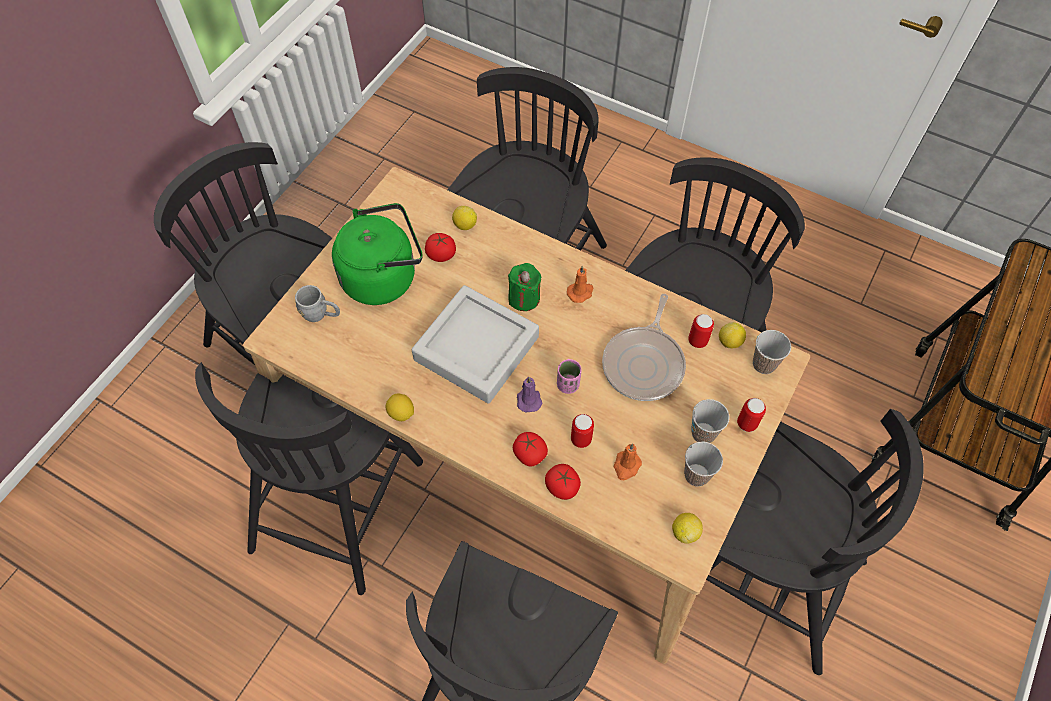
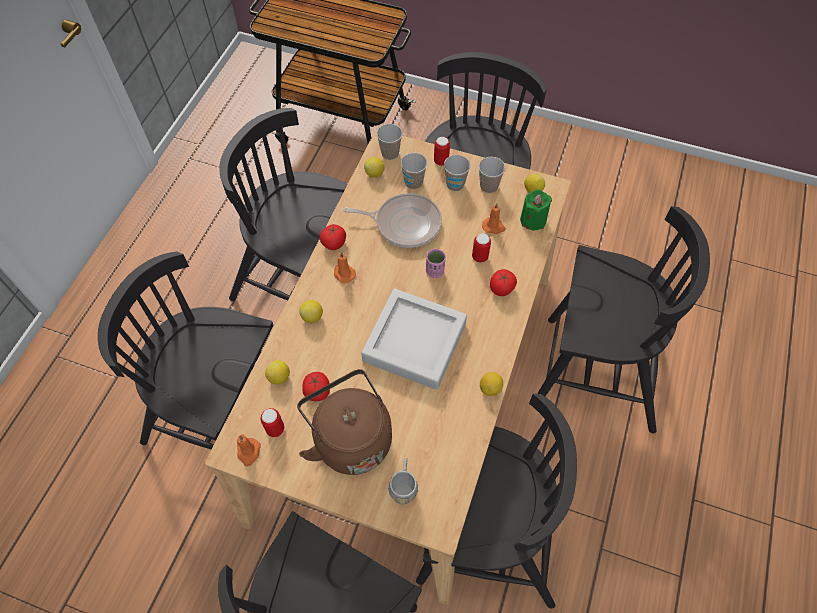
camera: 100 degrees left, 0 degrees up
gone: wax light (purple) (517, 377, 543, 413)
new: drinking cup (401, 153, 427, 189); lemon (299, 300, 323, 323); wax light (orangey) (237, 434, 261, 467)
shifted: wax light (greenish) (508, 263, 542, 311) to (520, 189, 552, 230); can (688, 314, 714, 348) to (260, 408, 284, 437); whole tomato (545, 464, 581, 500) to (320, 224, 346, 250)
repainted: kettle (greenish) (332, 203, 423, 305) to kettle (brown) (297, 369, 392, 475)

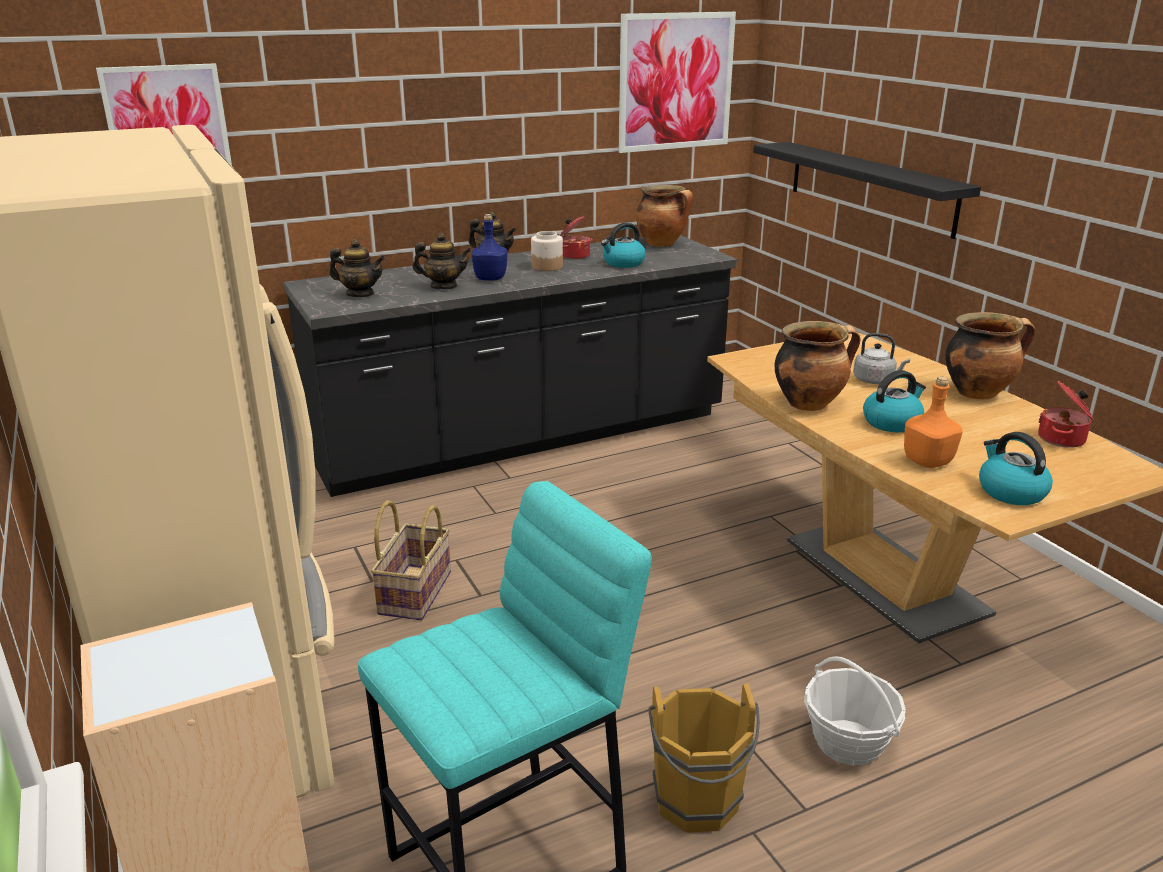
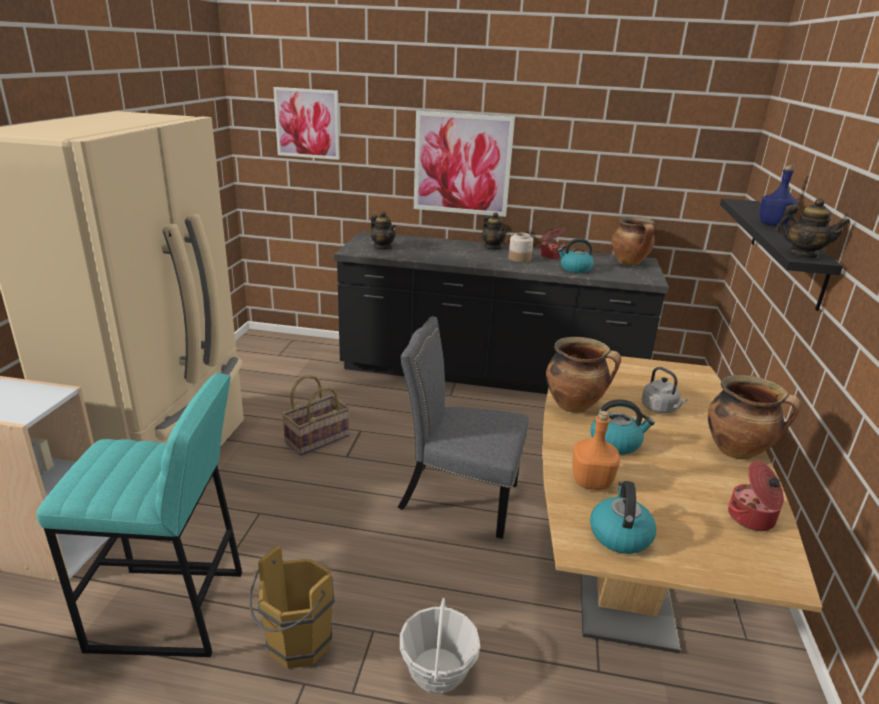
camera: 35 degrees right, 0 degrees up
new: plain chair (gray) (397, 316, 528, 539)
shifted: wall picture (619, 12, 736, 153) to (414, 111, 515, 217); beverage bottle (blue-coloured) (472, 214, 507, 281) to (760, 165, 799, 226); tea pot (413, 233, 471, 289) to (775, 198, 850, 258)

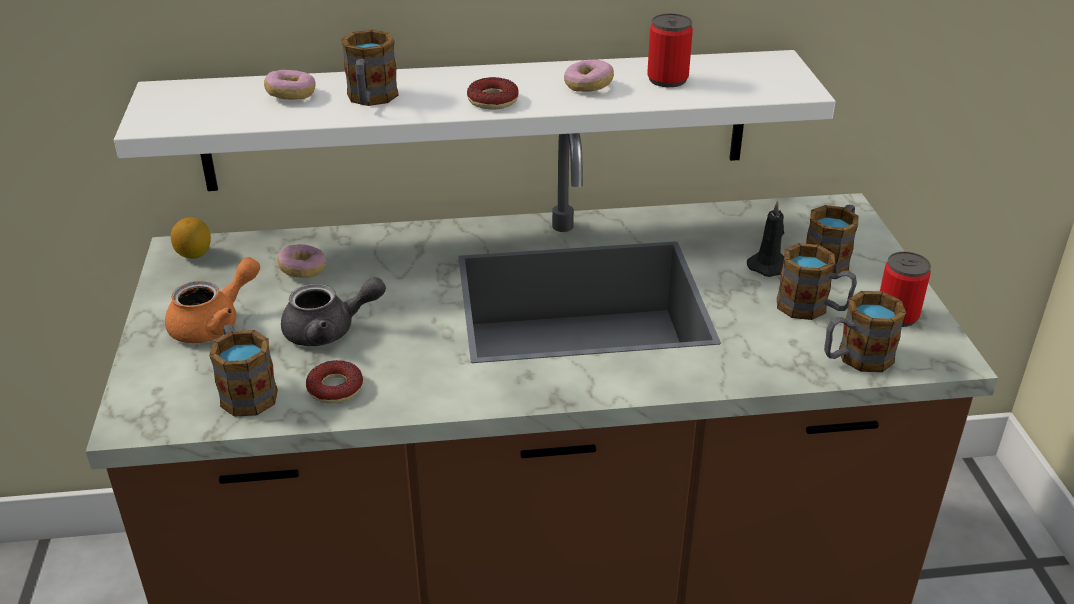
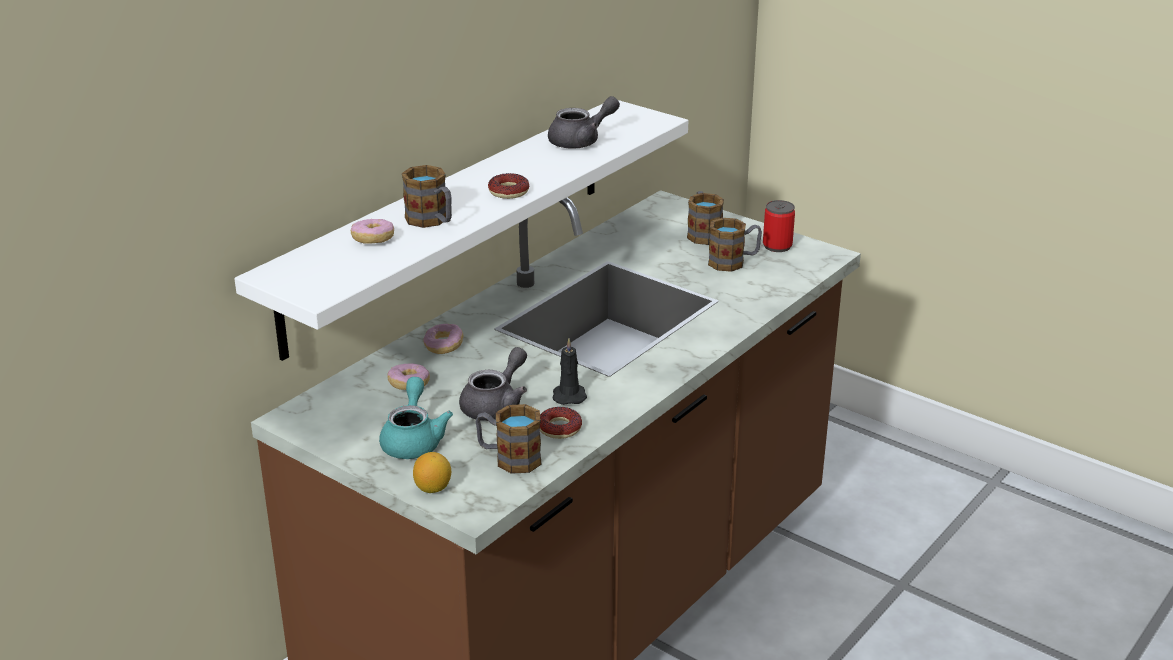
camera: 45 degrees left, 5 degrees down
gone: tea mug (824, 291, 906, 372)
shifted: ring doughnut (564, 59, 614, 92) to (423, 324, 463, 354); wax light (black) (747, 200, 784, 277) to (553, 338, 587, 405); lemon (171, 217, 211, 259) to (413, 452, 451, 493)
swapped: can (647, 14, 693, 87) to tea pot (gray) (548, 96, 620, 149)
repainted: tea pot (orangey) (165, 257, 260, 343) to tea pot (blue-green) (379, 377, 453, 459)

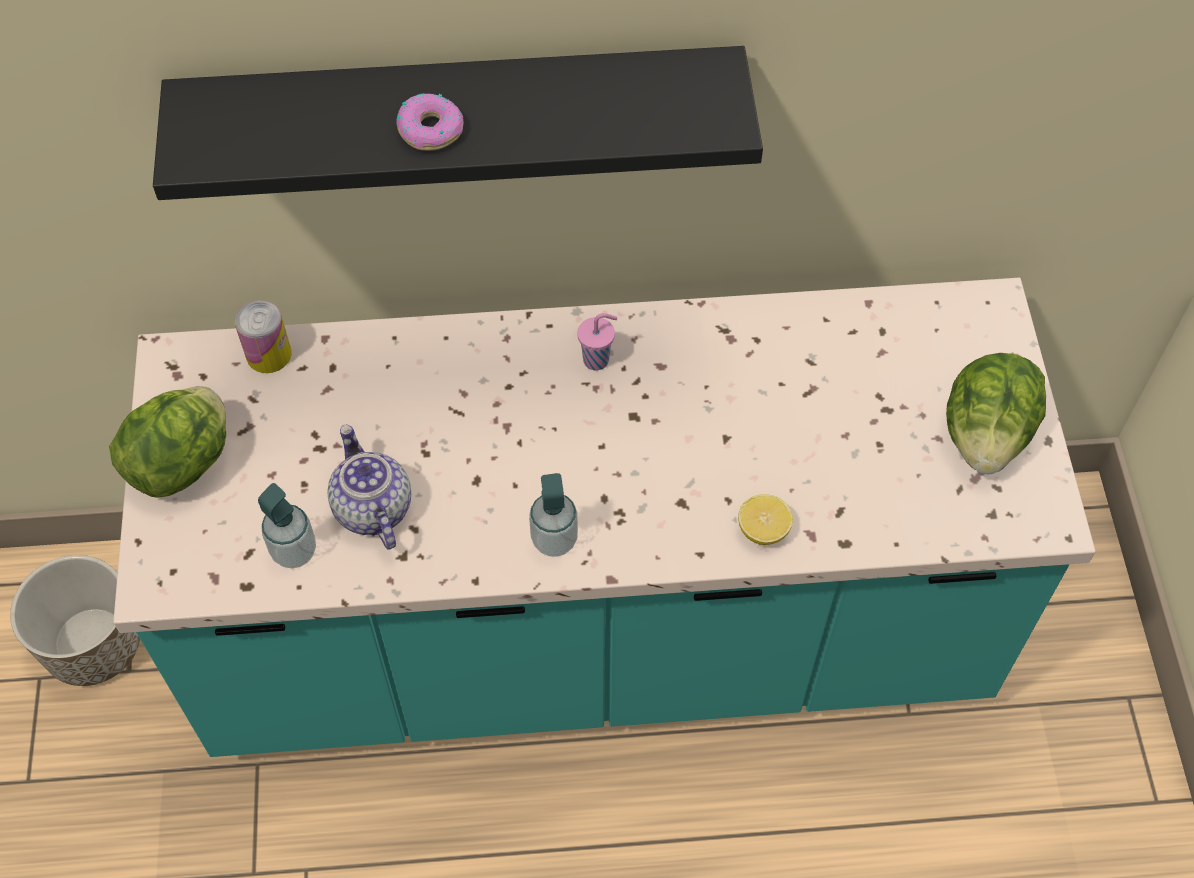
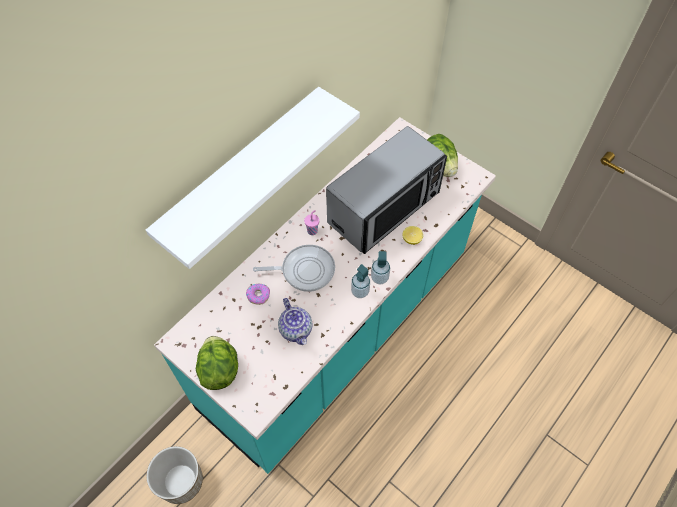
camera: 45 degrees left, 0 degrees up
gone: can (235, 300, 292, 373)
new: microwave oven (326, 126, 447, 254); skillet (253, 245, 335, 292)
shifted: ring doughnut (396, 94, 464, 151) to (246, 284, 270, 305); soap bottle (258, 483, 316, 568) to (371, 251, 390, 284)
repainted: bracket shelf (black) (153, 46, 763, 200) to bracket shelf (white-coloured) (146, 87, 360, 269)
rotated: tea pot (328, 424, 411, 550) = (278, 298, 313, 345) 135 degrees counterclockwise

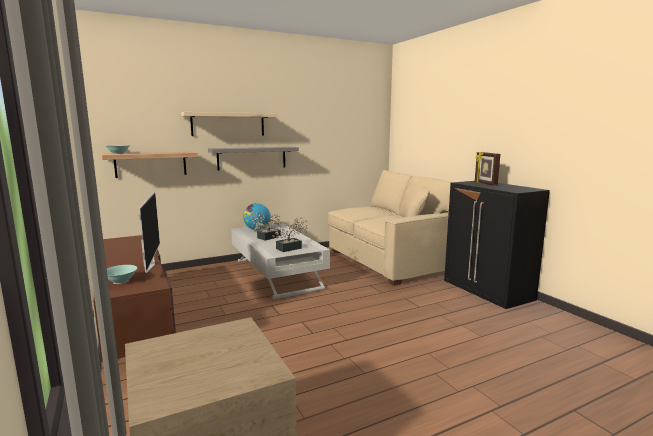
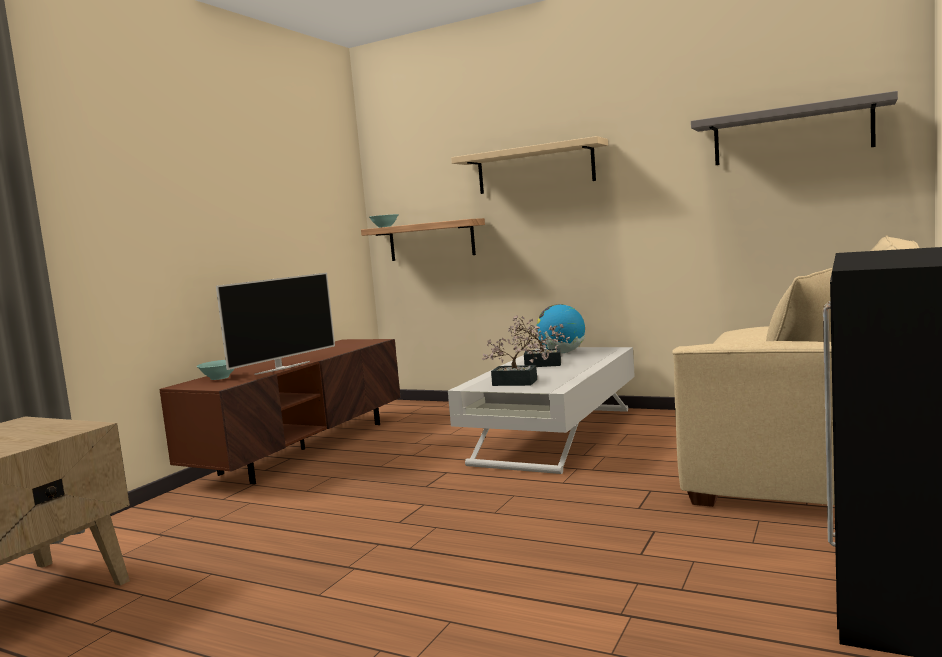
camera: 55 degrees right, 5 degrees down
gone: picture frame (475, 151, 500, 185)
shifted: bracket shelf (gray) (208, 147, 299, 170) to (691, 91, 898, 165)

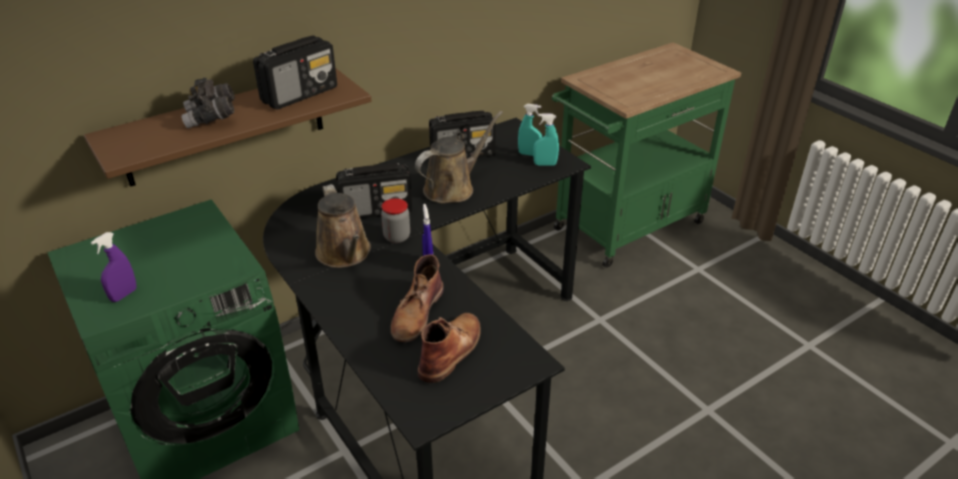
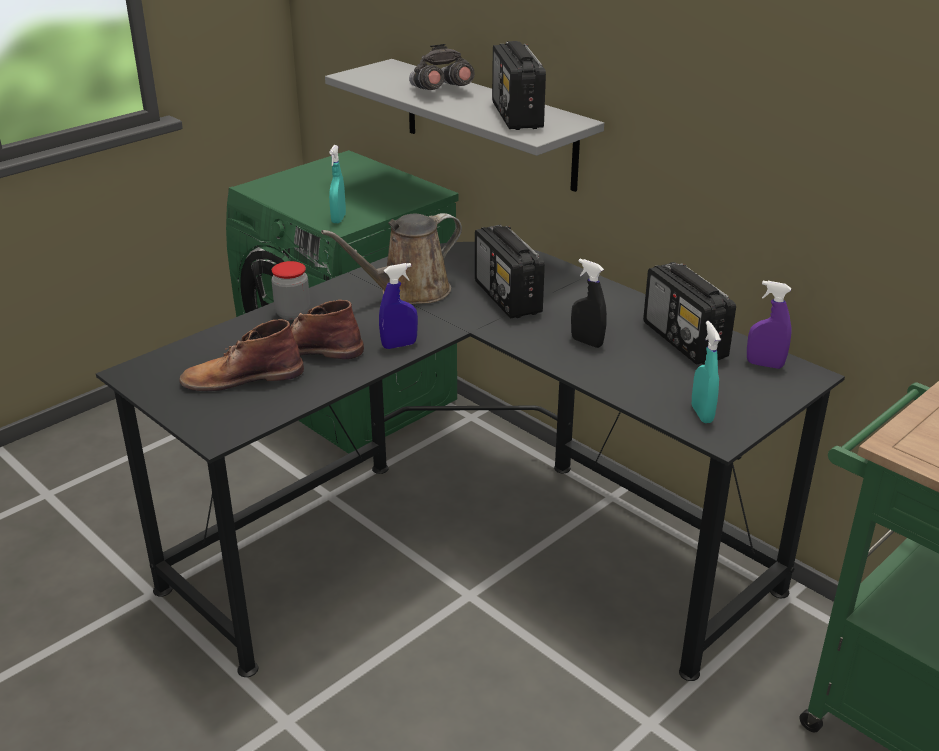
camera: 80 degrees right, 5 degrees down
shifted: hand sprayer (blue-green) (518, 104, 542, 156) to (329, 145, 346, 223); jar (381, 198, 410, 243) to (271, 261, 310, 320); hand sprayer (purple) (91, 232, 137, 302) to (747, 281, 791, 369)
swapped: watering can (brown) (415, 111, 503, 203) to hand sprayer (black) (571, 259, 607, 348)
repainted: bracket shelf (brown) (84, 68, 372, 187) to bracket shelf (gray) (325, 59, 604, 192)
rotated: radio receiver (253, 35, 337, 110) = (492, 41, 546, 130) 45 degrees clockwise; high-top boot (brown) (418, 313, 481, 383) = (179, 319, 304, 391) 150 degrees clockwise

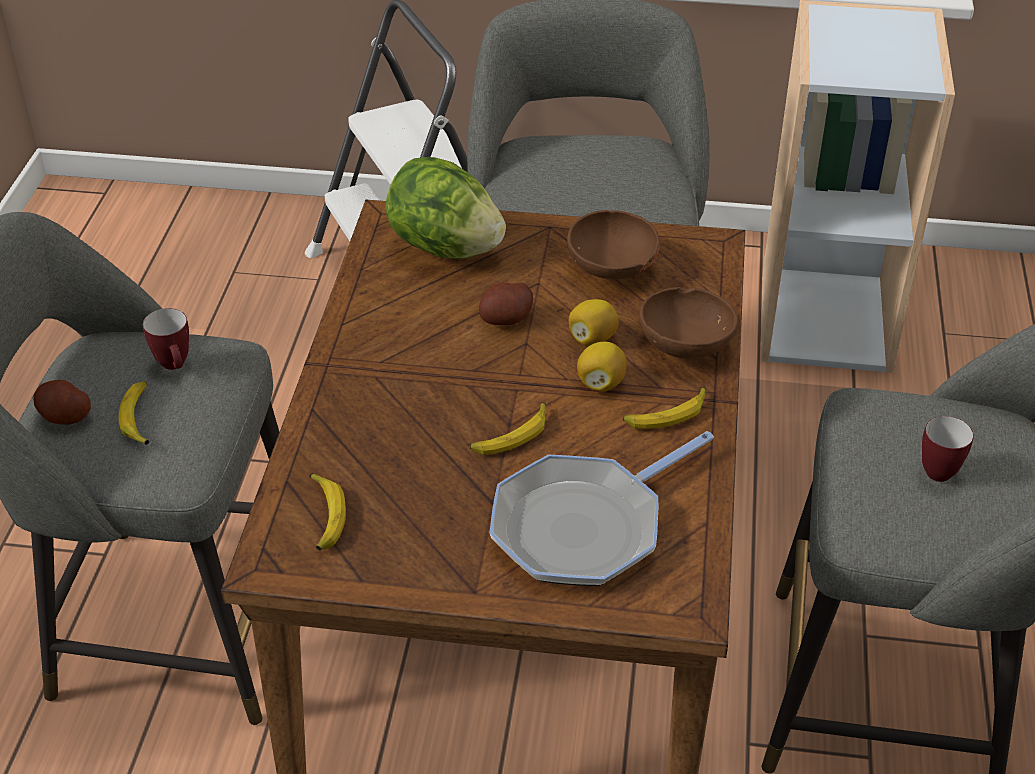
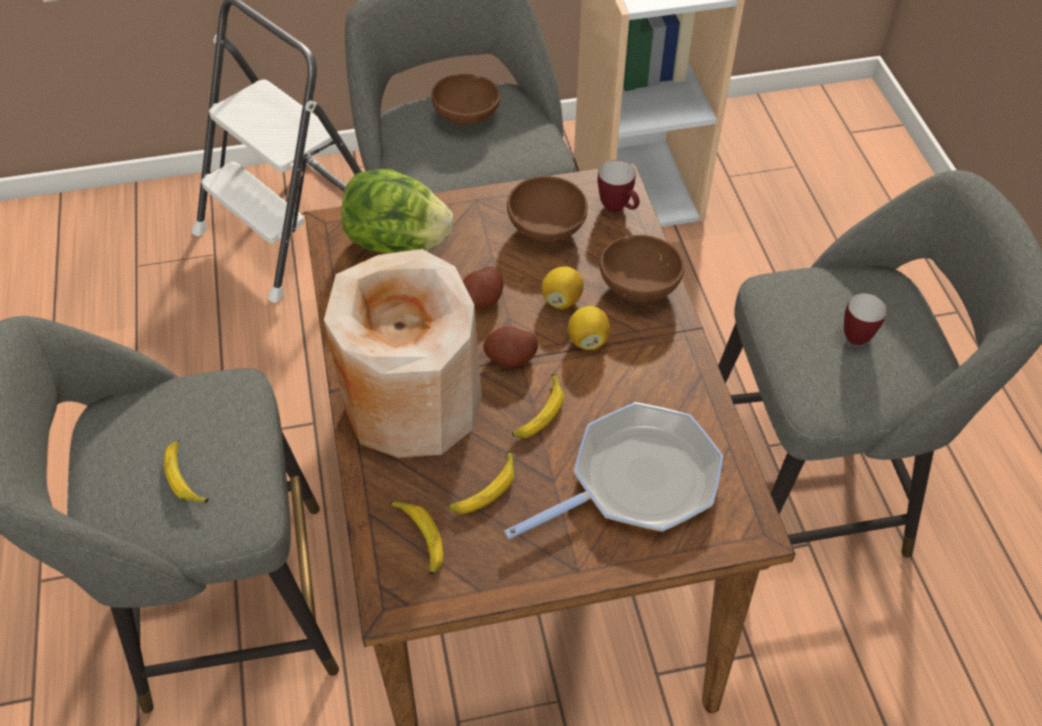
camera: 20 degrees left, 10 degrees up
new: serving bowl (brown) (432, 74, 500, 125); decorative vase (beige-coloured) (324, 249, 482, 459)
shifted: tea mug (143, 308, 189, 370) to (598, 160, 640, 212); spud (33, 380, 91, 425) to (483, 326, 538, 367); banana (623, 387, 706, 429) to (449, 451, 514, 514)
rotated: skillet (490, 431, 714, 586) = (504, 402, 723, 539) 150 degrees counterclockwise

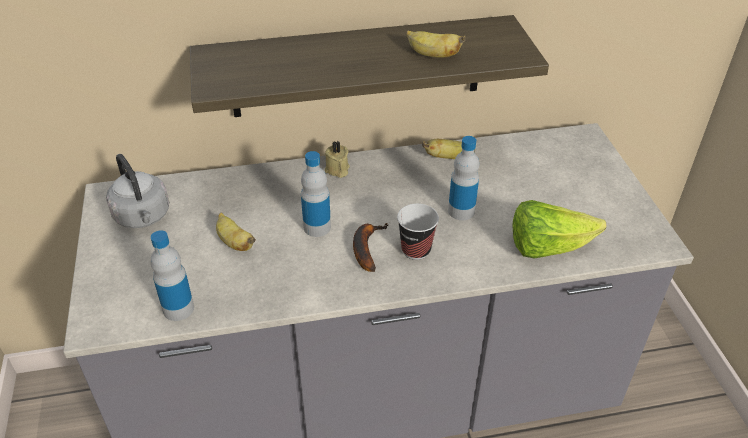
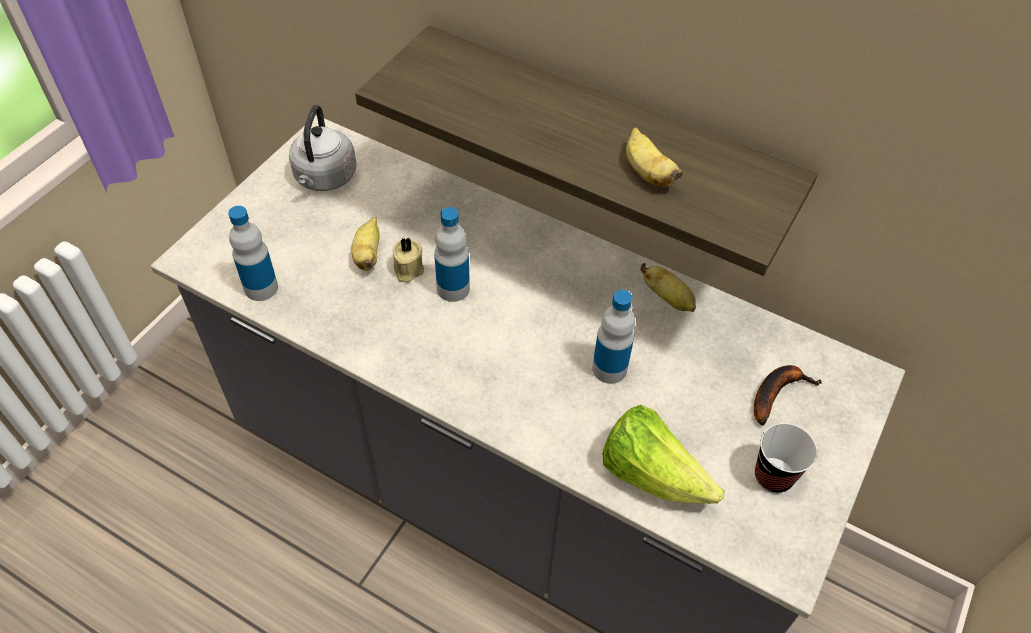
camera: 40 degrees right, 10 degrees up
shifted: wax light (beige-coloured) (325, 141, 350, 178) to (393, 237, 424, 283); drinking cup (397, 204, 439, 260) to (755, 423, 817, 493); banana (353, 223, 388, 272) to (754, 365, 822, 426)

